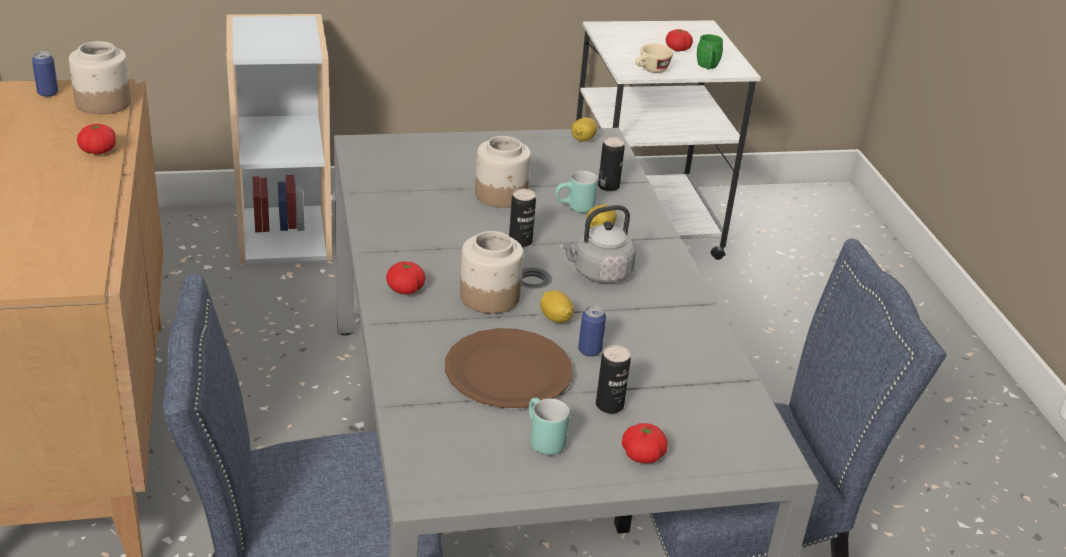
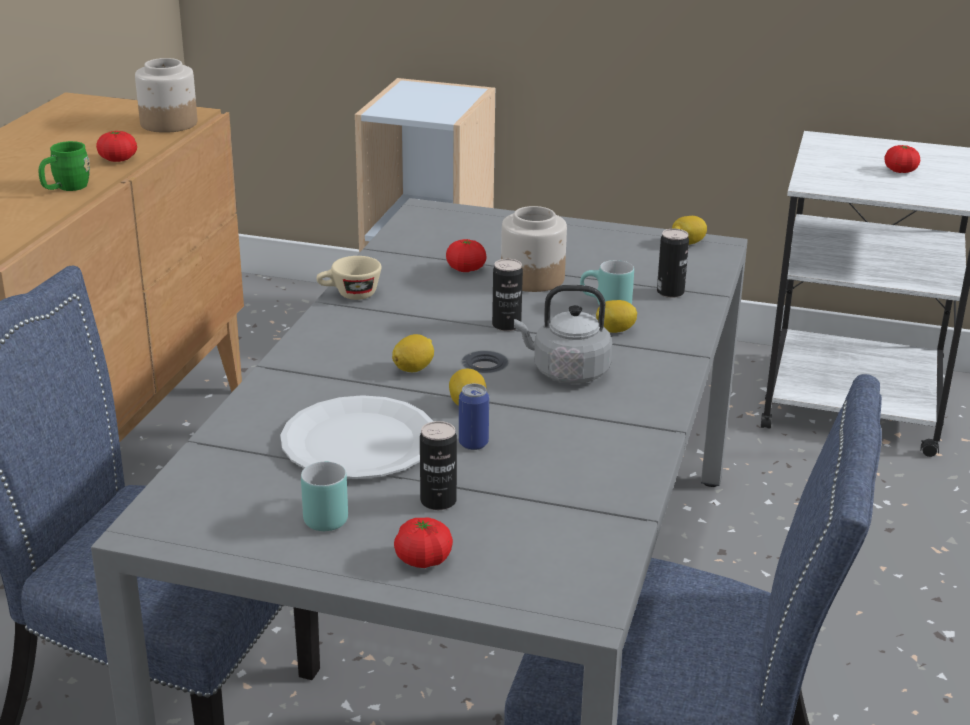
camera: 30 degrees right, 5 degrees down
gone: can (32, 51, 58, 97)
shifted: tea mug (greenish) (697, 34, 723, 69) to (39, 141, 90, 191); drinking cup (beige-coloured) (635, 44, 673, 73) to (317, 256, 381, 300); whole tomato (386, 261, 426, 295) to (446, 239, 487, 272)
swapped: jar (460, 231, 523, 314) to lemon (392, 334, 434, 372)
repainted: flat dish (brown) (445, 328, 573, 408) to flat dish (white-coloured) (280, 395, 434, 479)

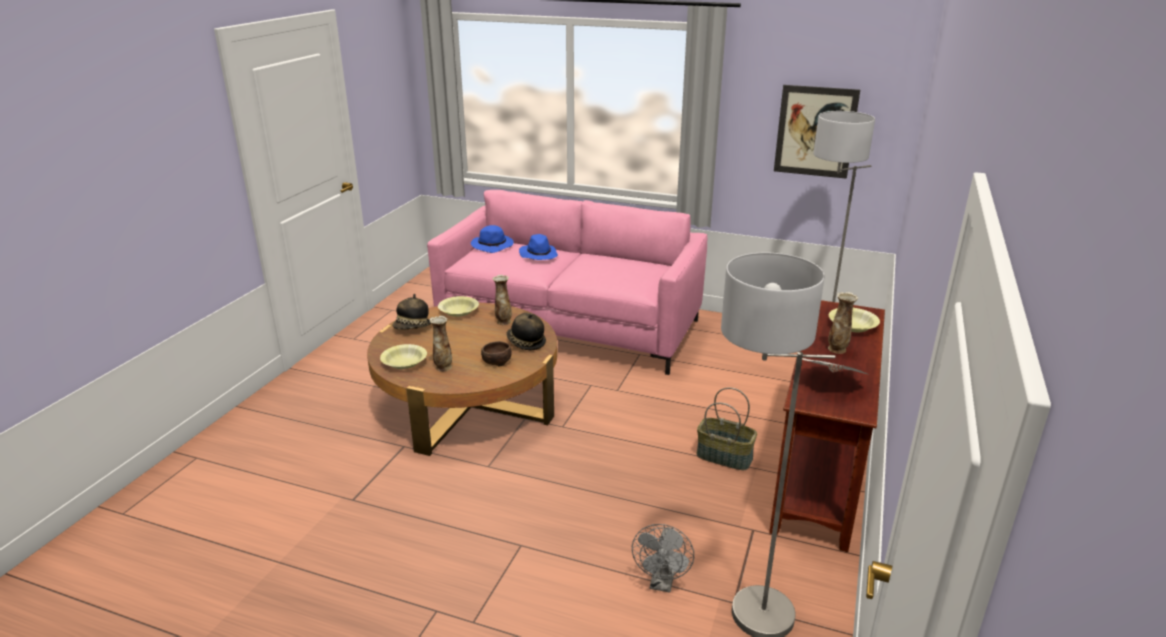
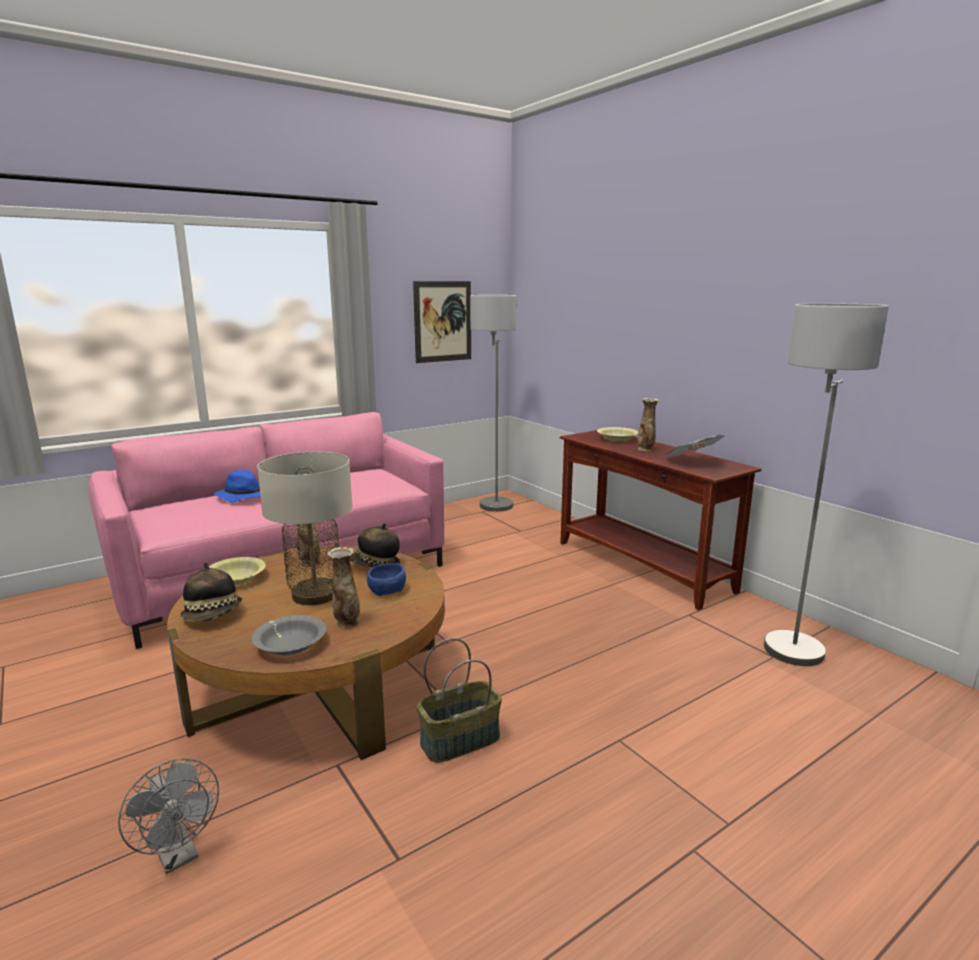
camera: 55 degrees left, 10 degrees down
gone: clothing hat (blue-coloured) (471, 225, 514, 253)
new: tabletop lamp (257, 452, 353, 605)
shifted: storage basket (697, 387, 757, 470) to (417, 638, 502, 763); cooling fan (gray) (632, 524, 694, 593) to (118, 759, 219, 874)
repainted: serving bowl (brown) (481, 341, 512, 366) to serving bowl (blue-coloured) (367, 563, 406, 596); serving bowl (yellowish) (380, 344, 427, 369) to serving bowl (gray) (252, 615, 326, 655)

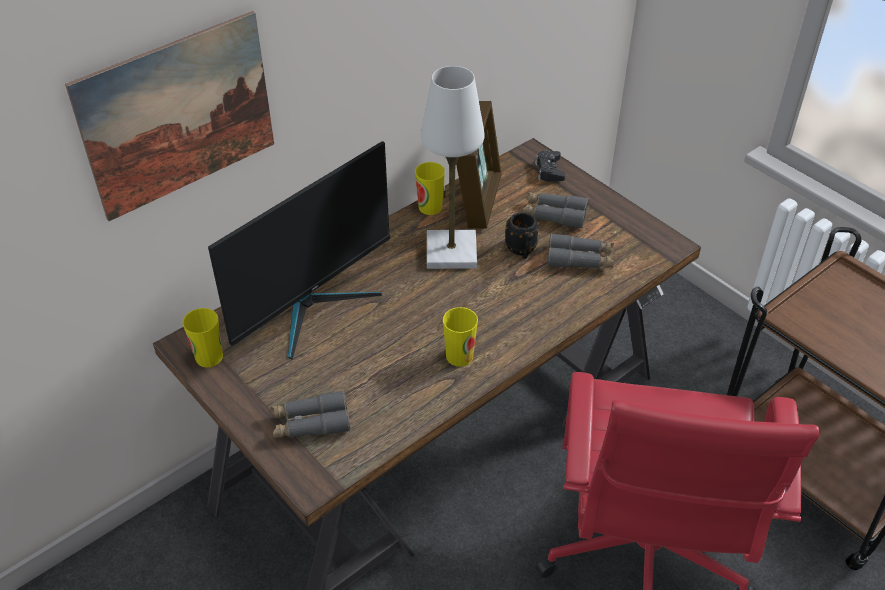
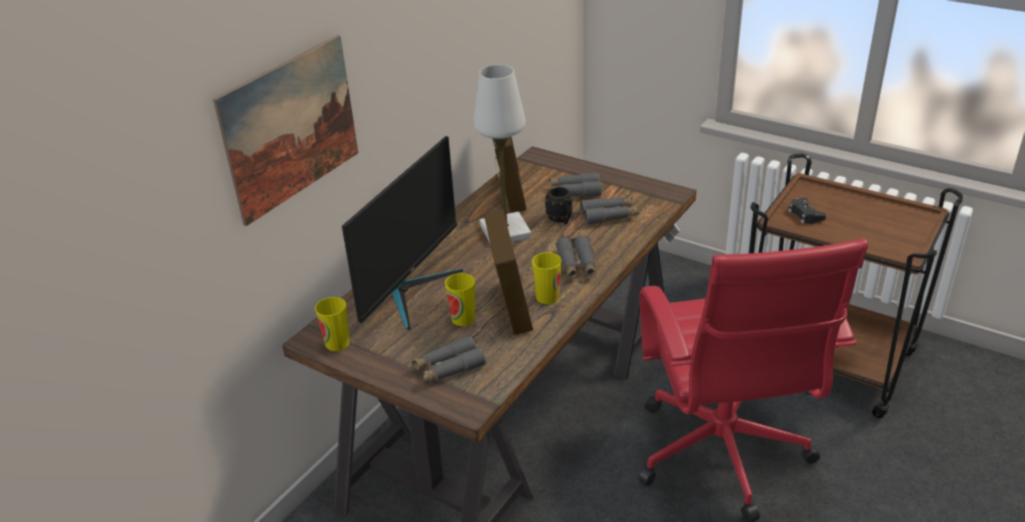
camera: 15 degrees left, 10 degrees down
new: picture frame (484, 209, 533, 335); field glasses (gray) (556, 235, 597, 279)
shifted: gamepad (black) (535, 151, 566, 182) to (788, 198, 826, 224); drinking cup (415, 162, 444, 215) to (445, 273, 475, 326)

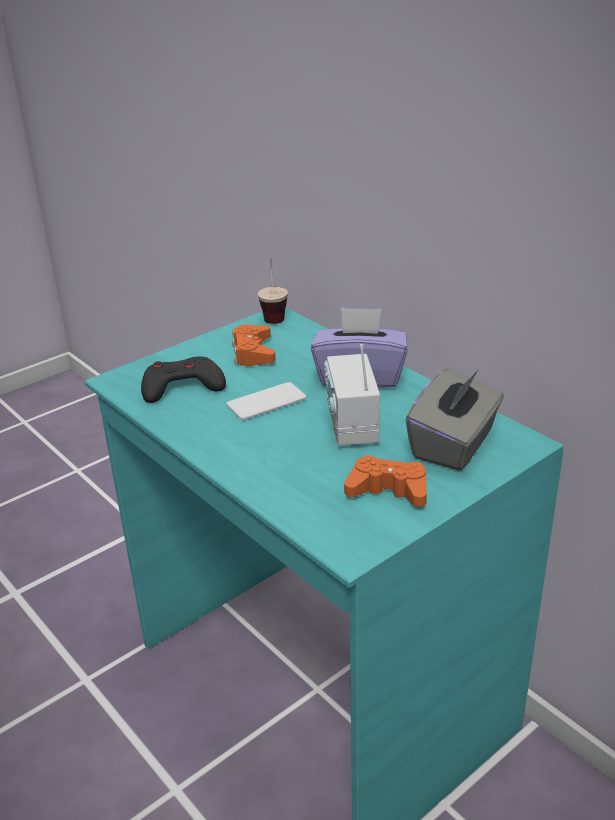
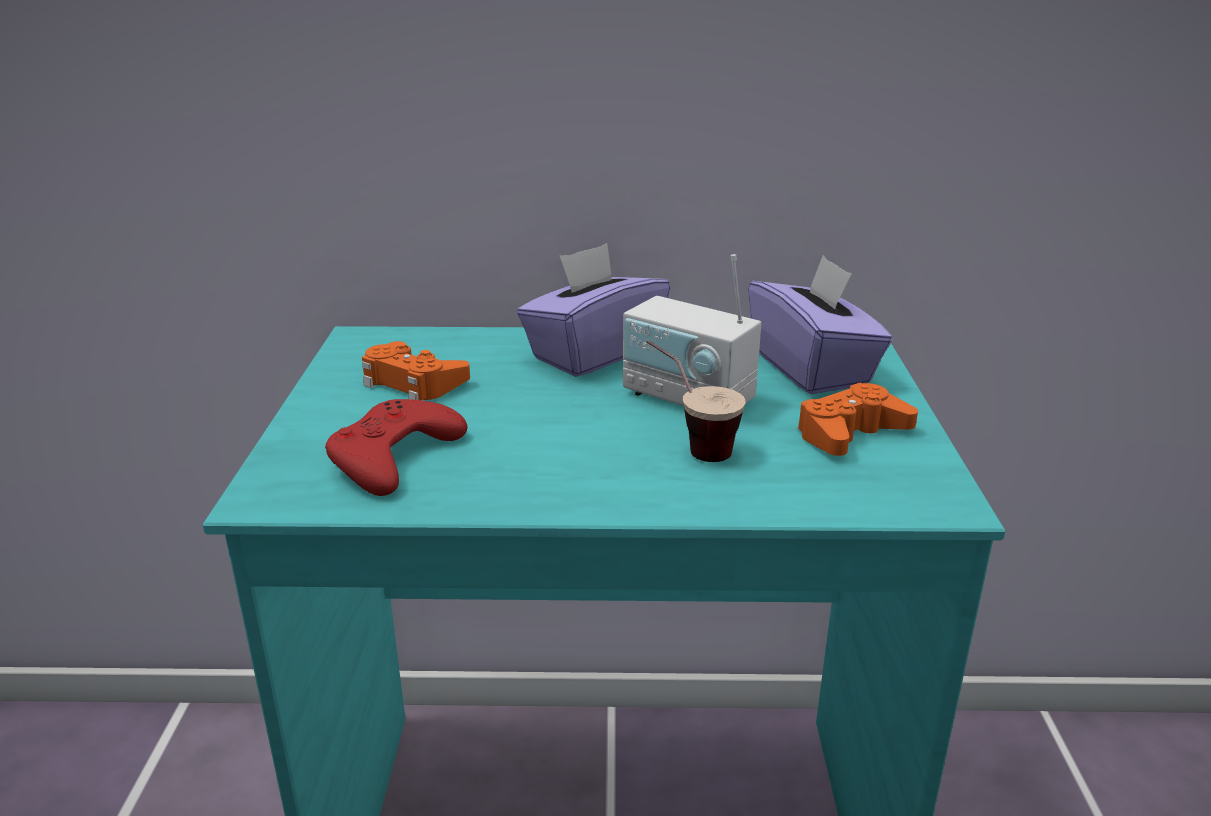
camera: 50 degrees left, 5 degrees down
gone: handset (227, 382, 306, 420)
shifted: drinking cup (258, 258, 288, 324) to (647, 340, 746, 462)
repainted: gamepad (black) (141, 356, 226, 403) to gamepad (red-coloured) (325, 399, 467, 496); tissue holder (gray) (406, 368, 504, 471) to tissue holder (purple) (748, 255, 893, 394)

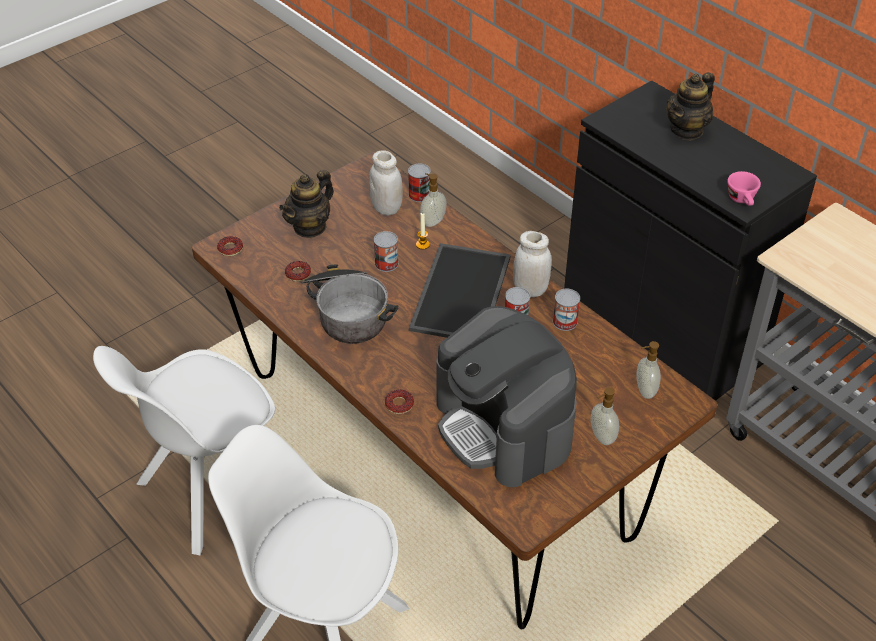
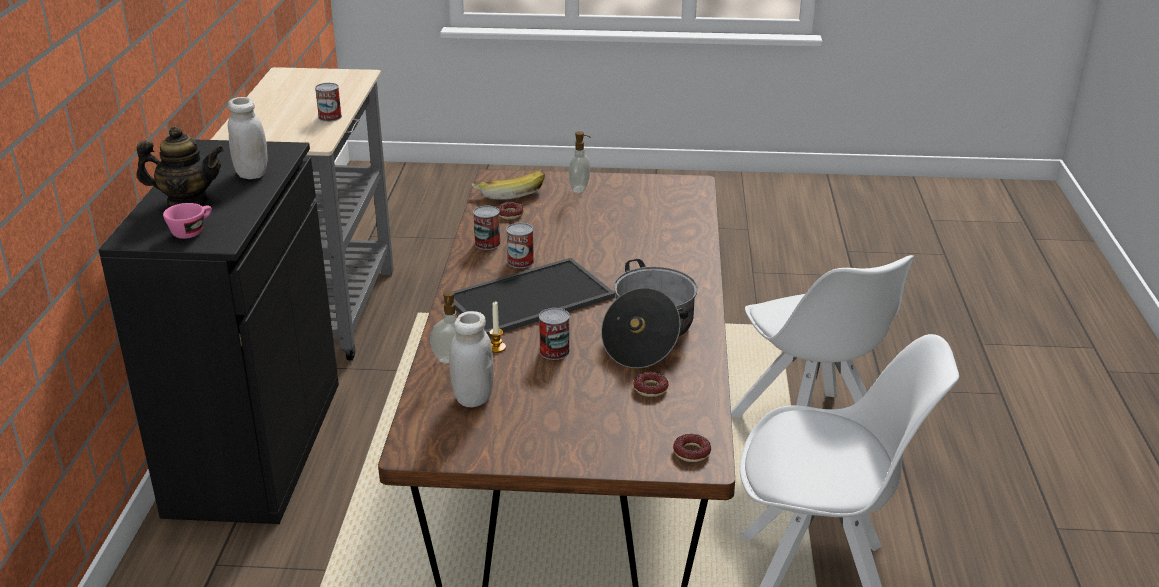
camera: 135 degrees left, 15 degrees down
gone: tea pot (279, 170, 334, 238); coffee maker (436, 306, 577, 487)
shifted: can (408, 163, 431, 202) to (315, 83, 342, 122); drinking cup (pink) (727, 171, 761, 206) to (163, 203, 212, 239); jar (white-coloured) (513, 231, 552, 297) to (228, 97, 268, 179); ring doughnut (385, 390, 414, 414) to (497, 202, 524, 219)
swapped: soap bottle (636, 341, 661, 399) to banana (472, 170, 545, 200)

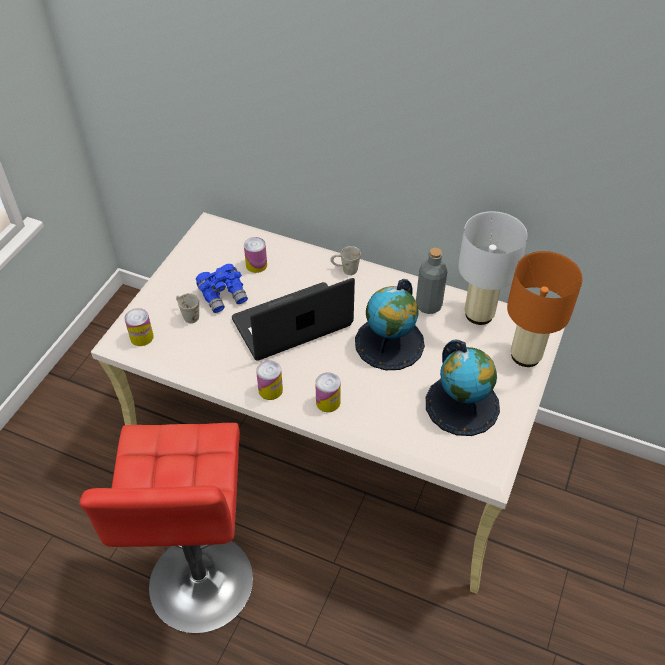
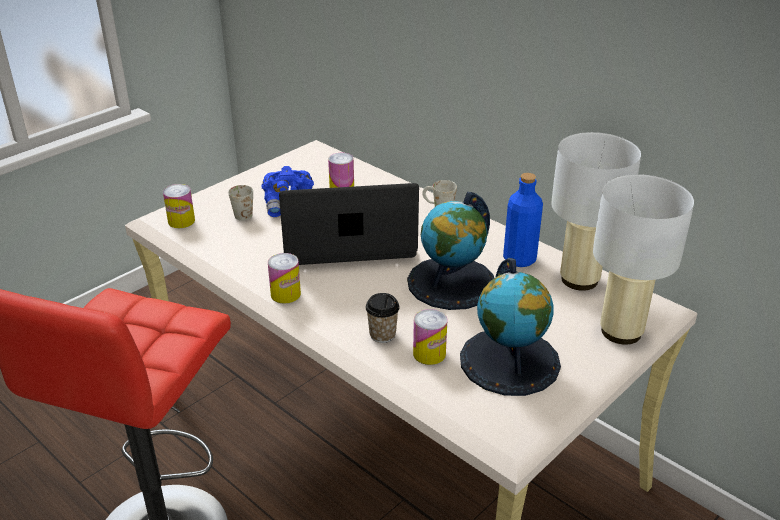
camera: 20 degrees right, 15 degrees down
new: drinking cup (365, 293, 400, 343)
shifted: can (315, 372, 341, 412) to (413, 309, 448, 365)
repainted: beverage bottle (gray) (416, 248, 447, 314) to beverage bottle (blue-coloured) (503, 173, 543, 267); tabletop lamp (orangey) (507, 251, 583, 367) to tabletop lamp (white-coloured) (593, 174, 694, 345)

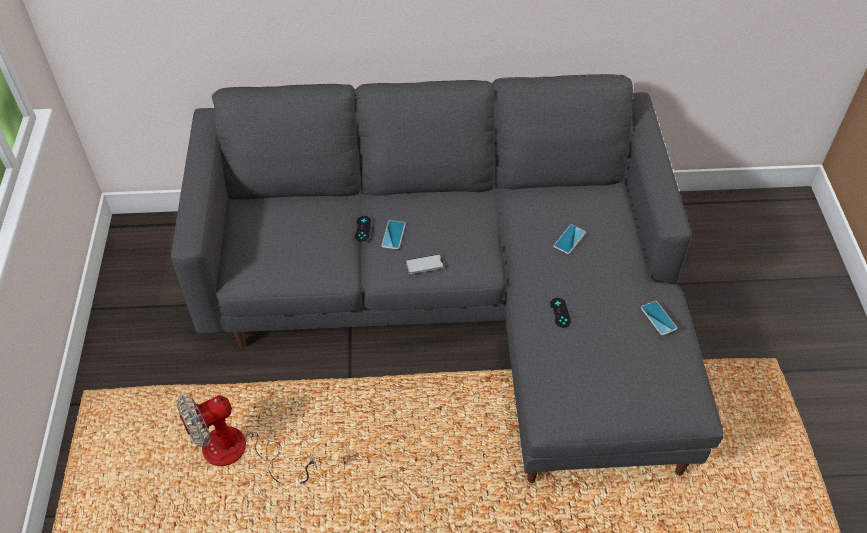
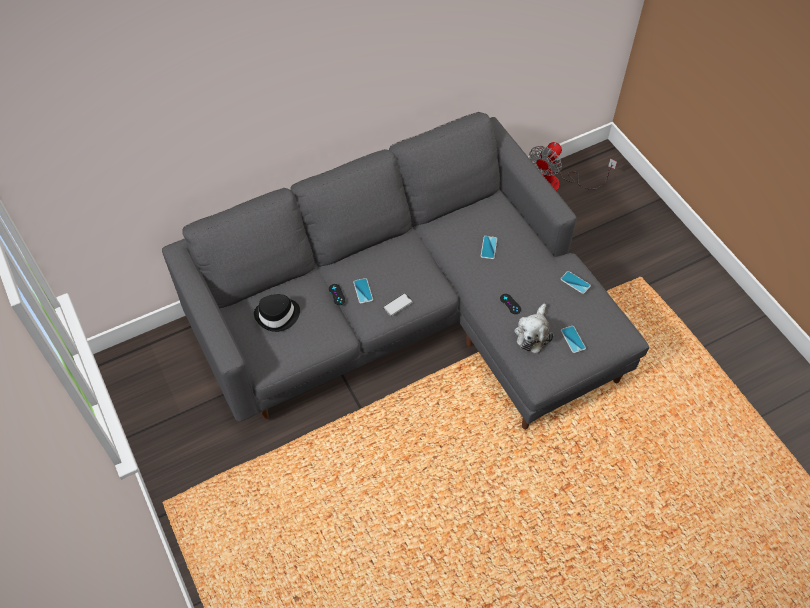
camera: 25 degrees left, 5 degrees up
new: clothing hat (black) (254, 294, 300, 332); plush toy (514, 303, 554, 354); handset (561, 326, 586, 353)
shifted: cooling fan (177, 394, 317, 484) to (529, 142, 617, 191)

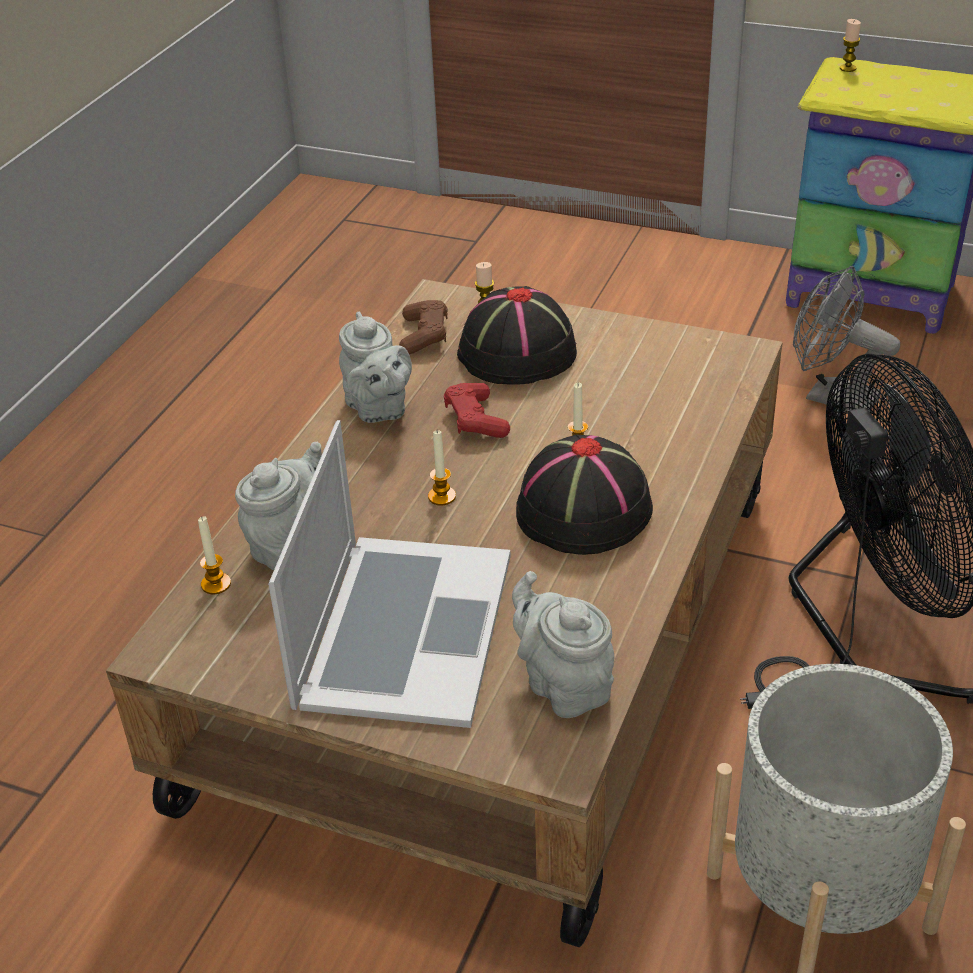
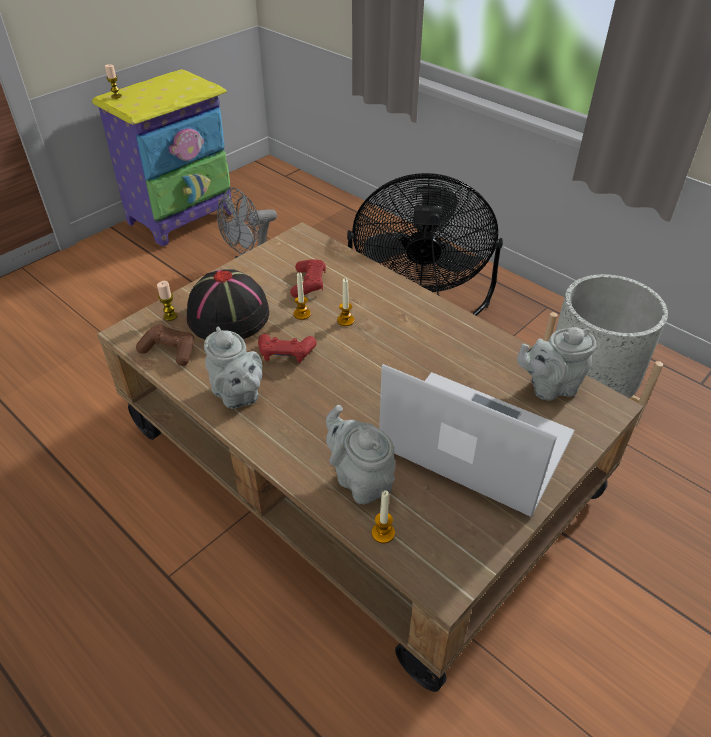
camera: 70 degrees left, 5 degrees up
gone: clothing hat (black) (516, 434, 653, 555)
new: gamepad (red-coloured) (290, 259, 326, 298)
shifted: wax light (428, 431, 456, 506) to (294, 273, 311, 320)
rotated: tea pot (gray) (339, 311, 412, 423) = (204, 327, 262, 409) 60 degrees clockwise

